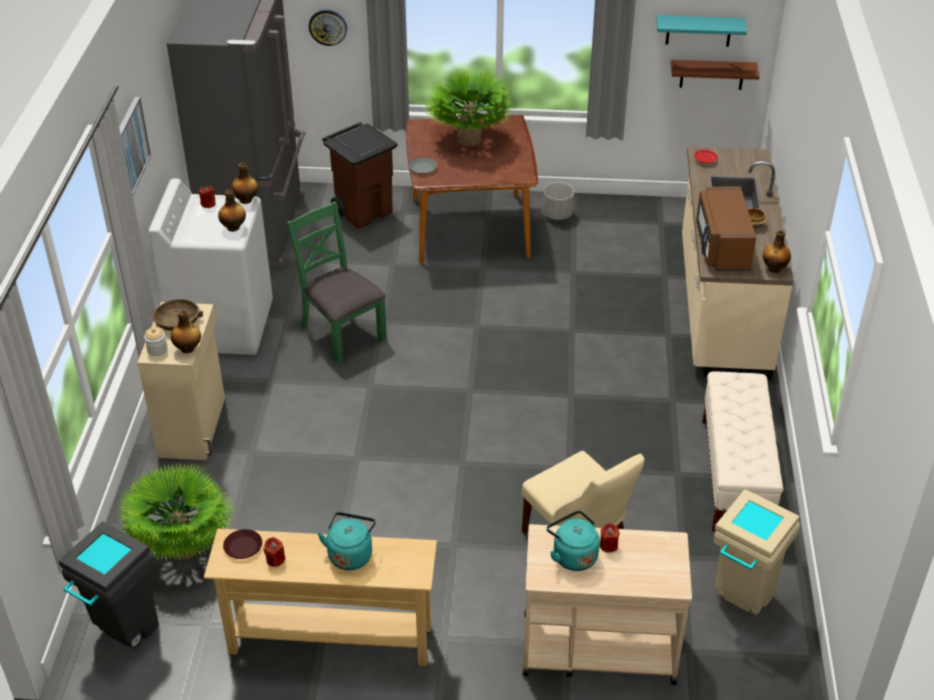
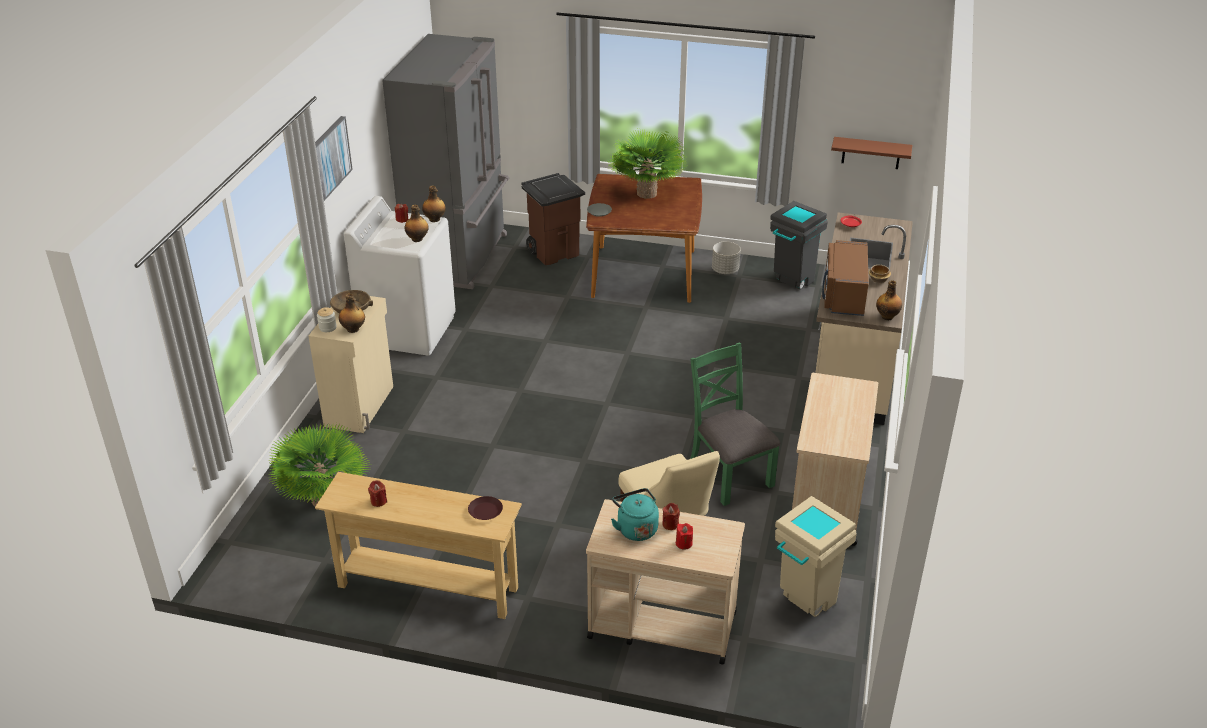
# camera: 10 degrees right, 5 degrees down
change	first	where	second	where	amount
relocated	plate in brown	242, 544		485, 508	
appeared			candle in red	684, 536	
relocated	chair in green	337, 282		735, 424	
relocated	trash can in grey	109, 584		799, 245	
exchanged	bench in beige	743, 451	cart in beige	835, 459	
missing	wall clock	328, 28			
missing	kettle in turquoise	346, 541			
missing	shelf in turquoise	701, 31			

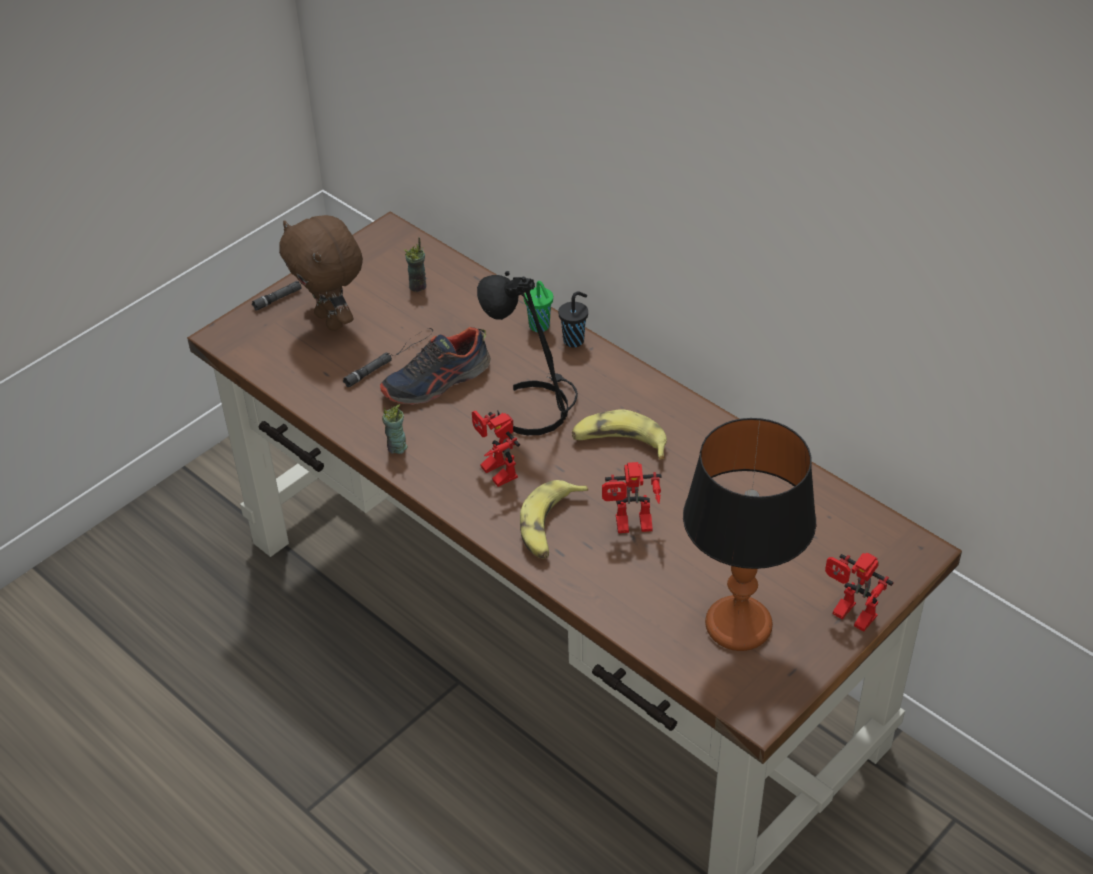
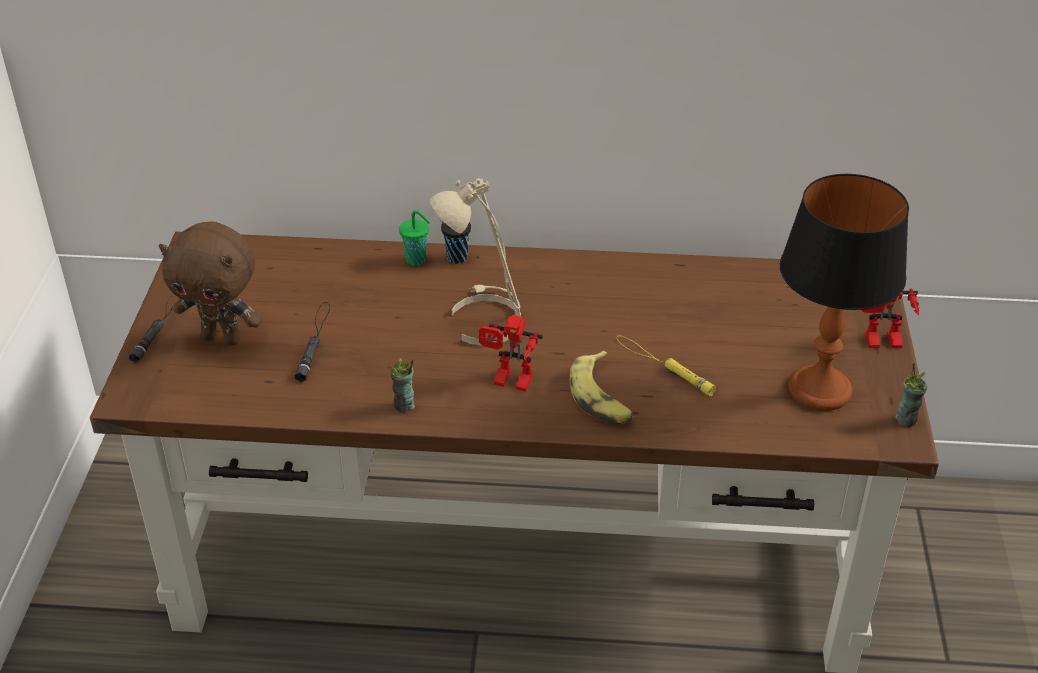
# camera: 40 degrees left, 5 degrees down
change	first	where	second	where	amount
colour	table lamp in black	527, 353	table lamp in beige	475, 262	
exchanged	toy robot	632, 497	flashlight in yellow	666, 365	
relocated	cup	415, 264		911, 395	
missing	shoe	435, 366			
missing	banana	619, 434			

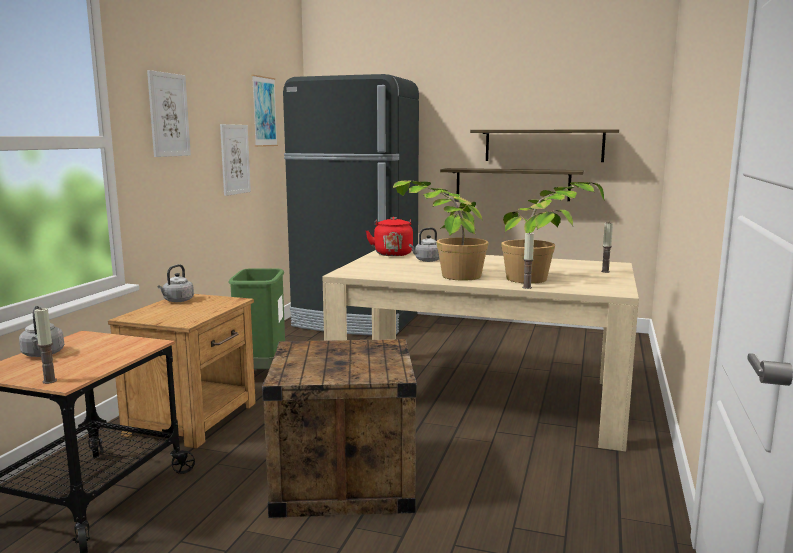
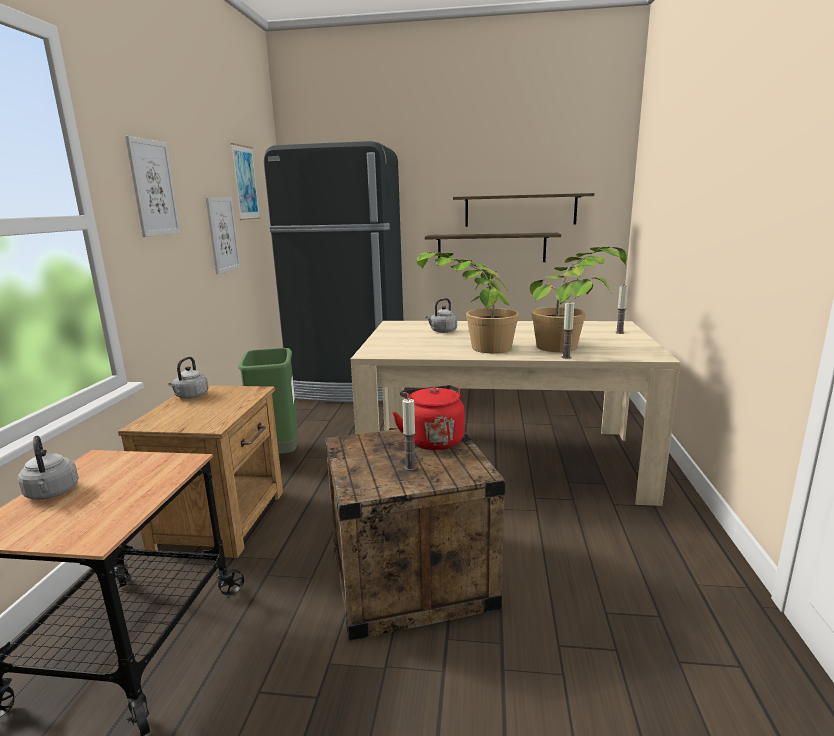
# camera: 10 degrees left, 5 degrees up
change	first	where	second	where	amount
relocated	kettle in red	389, 236		429, 417	
relocated	candle	45, 345		409, 435	

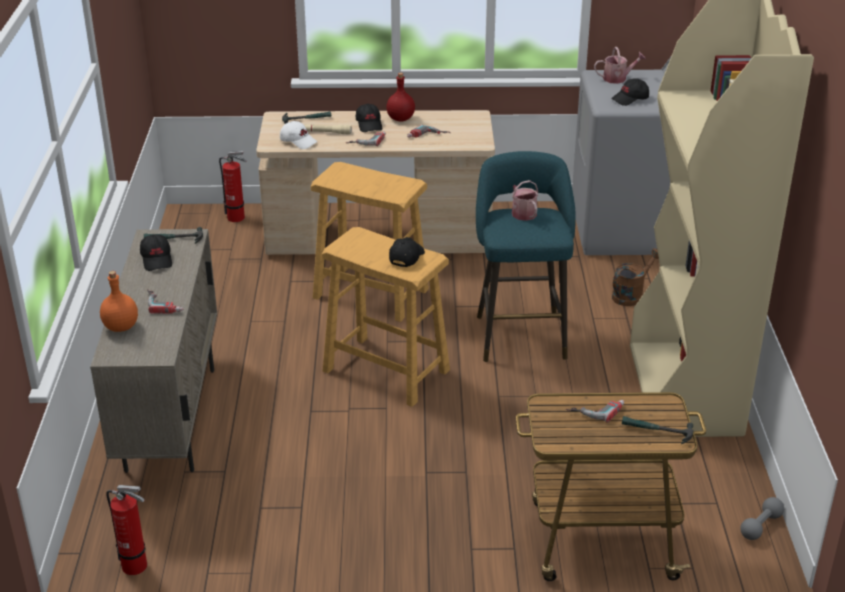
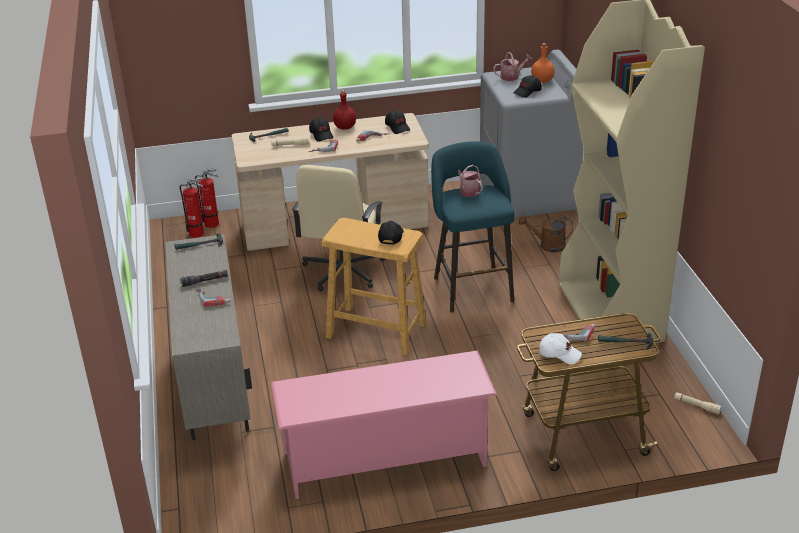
# camera: 10 degrees left, 0 degrees up
change	first	where	second	where	amount
relocated	fire extinguisher	126, 530		192, 208	
appeared			flashlight in black	204, 278	
appeared			shoe rack in pink	384, 425	
exchanged	stool in beige	370, 242	office chair in beige	338, 228	
relocated	cap in black	156, 252		397, 122	
spun	watering can in brown	635, 277		546, 233	120 degrees counterclockwise
relocated	bottle in orange	119, 301		543, 63	
relocated	cap in white	298, 135		560, 348	
exchanged	dumbbell in grey	762, 518	flashlight in beige	697, 403	

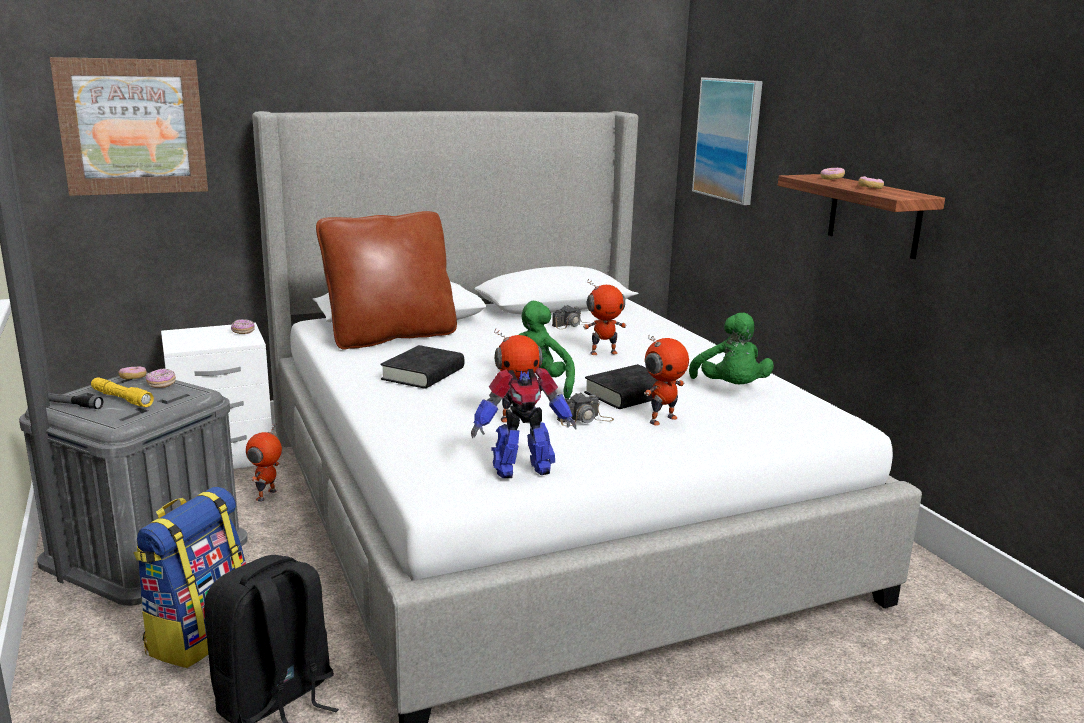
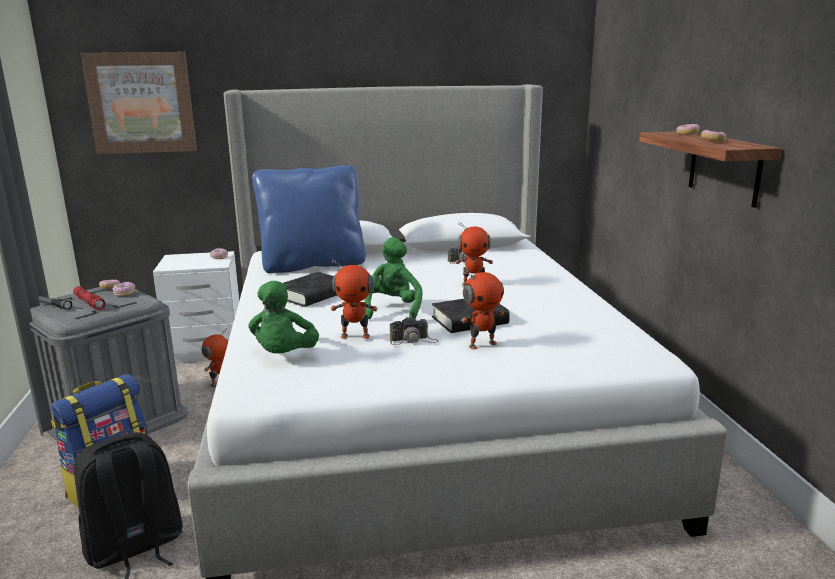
# camera: 15 degrees right, 0 degrees up
change	first	where	second	where	amount
colour	flashlight in yellow	122, 392	flashlight in red	89, 298	
relocated	plush toy in green	731, 348		283, 317	
colour	pillow in brown	386, 280	pillow in blue	309, 219	
missing	toy robot	523, 423			
missing	picture	727, 141			

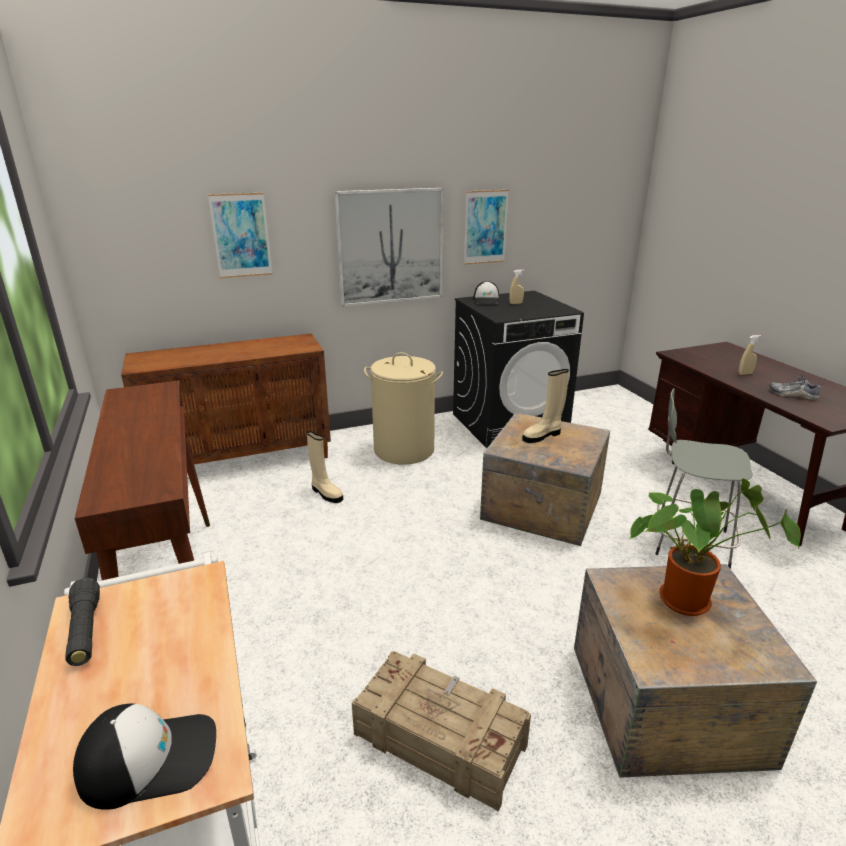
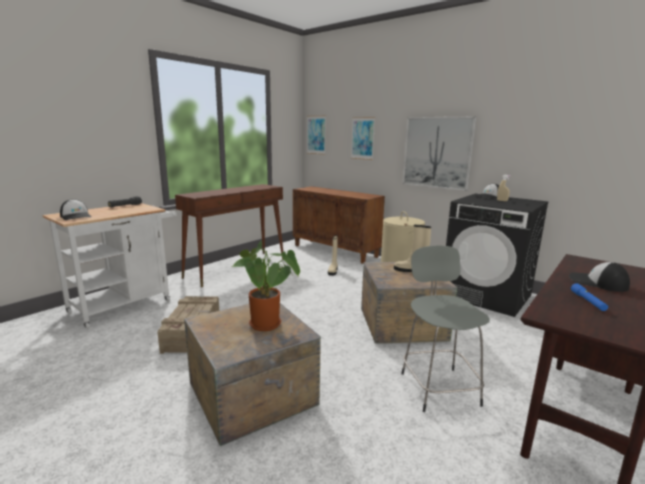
# camera: 60 degrees right, 10 degrees down
change	first	where	second	where	amount
relocated	picture	486, 227		316, 135	
exchanged	spray bottle in beige	749, 355	cap	599, 277	
exchanged	shoe	795, 387	flashlight in blue	589, 297	

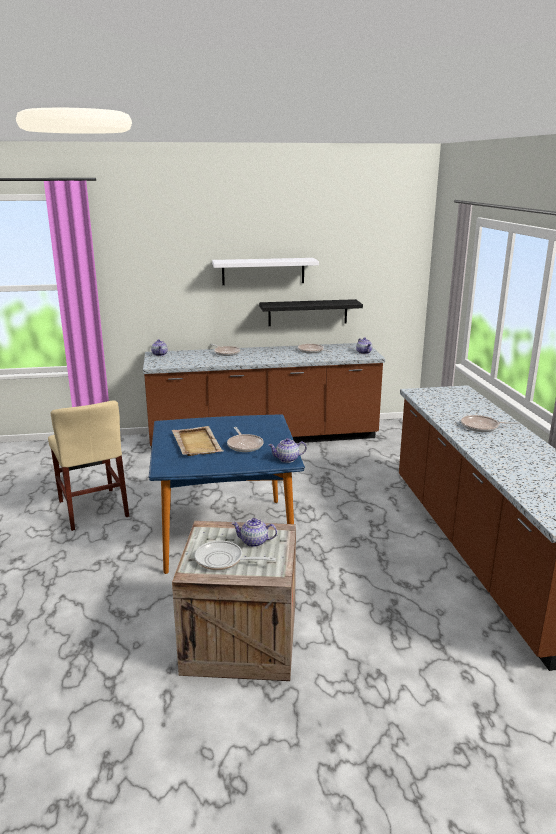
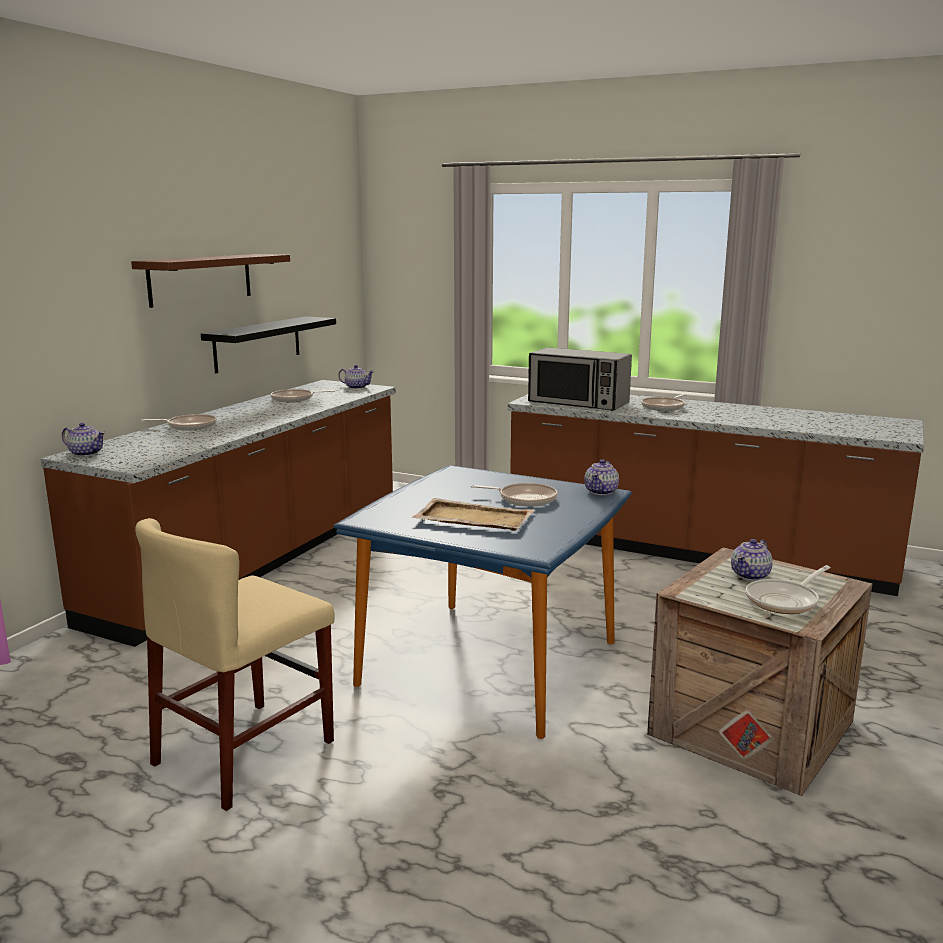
# camera: 55 degrees left, 5 degrees down
change	first	where	second	where	amount
colour	shelf in white	265, 271	shelf in brown	210, 281	
spun	chair in beige	88, 465		235, 664	120 degrees clockwise
appeared			microwave	580, 379	

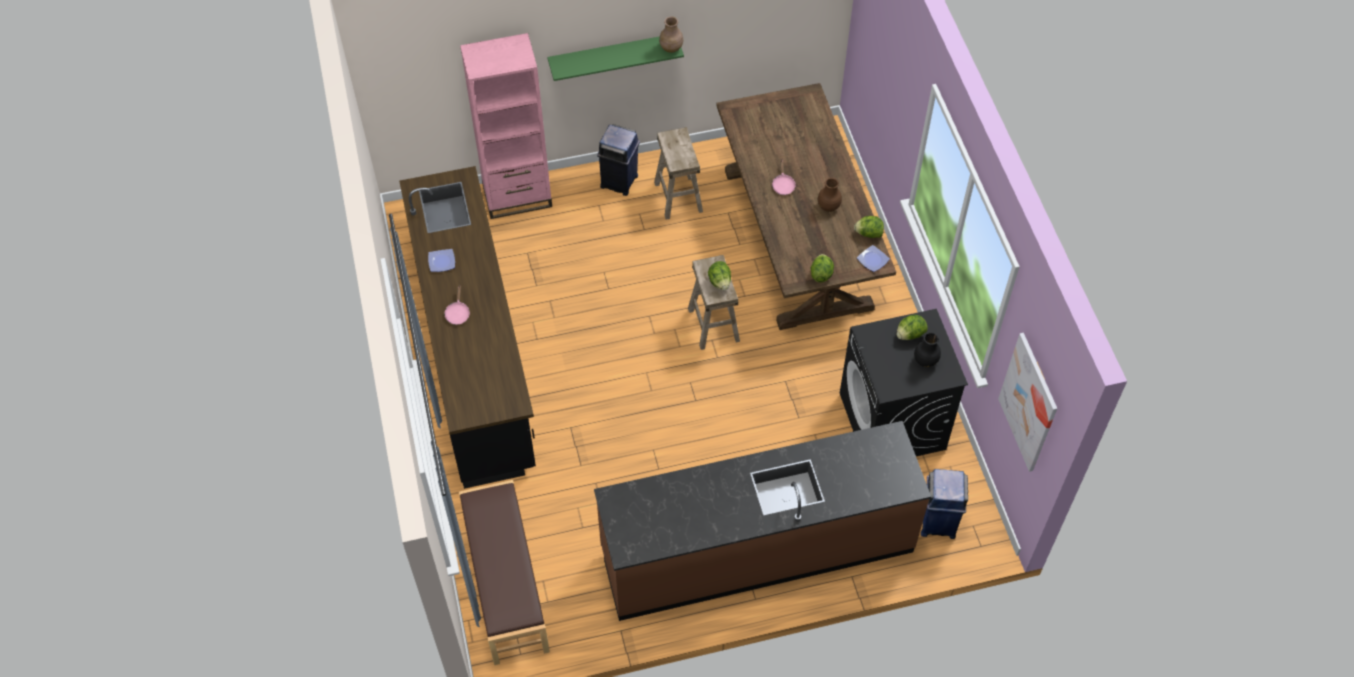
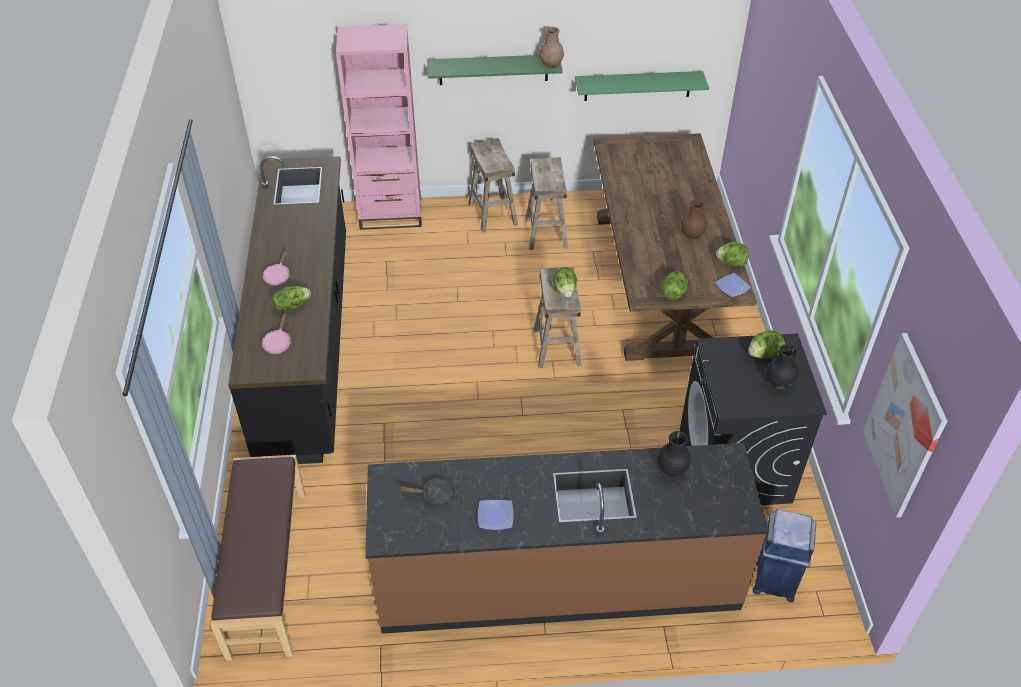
# camera: 10 degrees right, 10 degrees down
change	first	where	second	where	amount
relocated	frying pan in pink	784, 177		276, 333	
appeared			lettuce	291, 298	
appeared			frying pan in black	428, 492	
exchanged	trash can in blue	618, 160	stool in beige	493, 185	
relocated	plate	441, 260		496, 515	
appeared			shelf in green	642, 86	
appeared			vase in black	674, 454	

